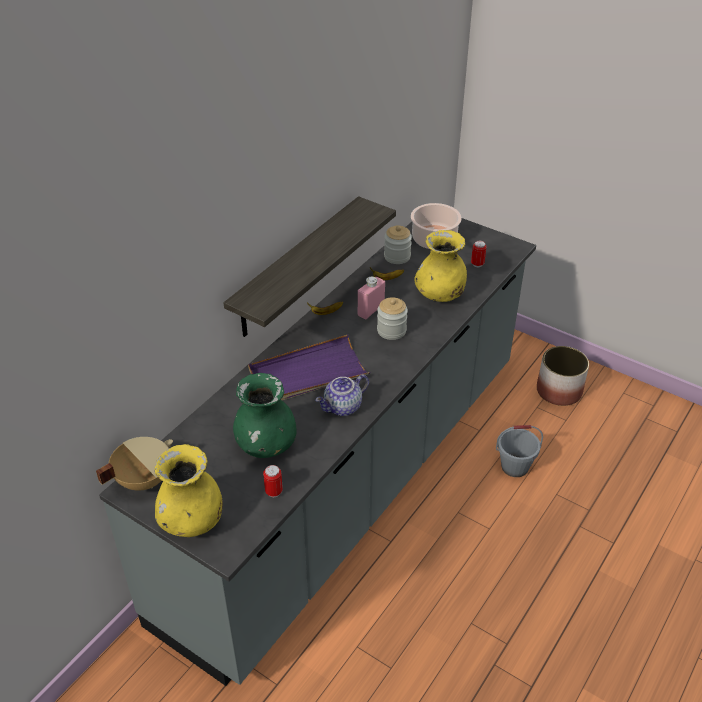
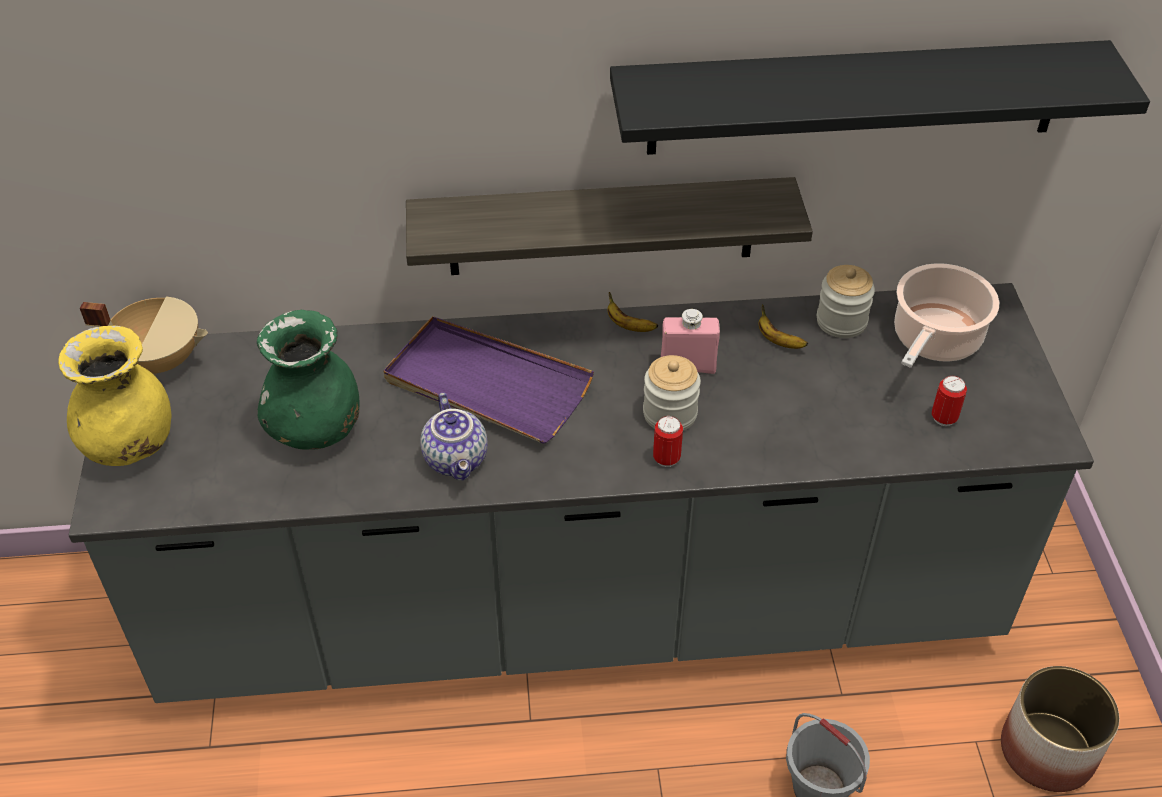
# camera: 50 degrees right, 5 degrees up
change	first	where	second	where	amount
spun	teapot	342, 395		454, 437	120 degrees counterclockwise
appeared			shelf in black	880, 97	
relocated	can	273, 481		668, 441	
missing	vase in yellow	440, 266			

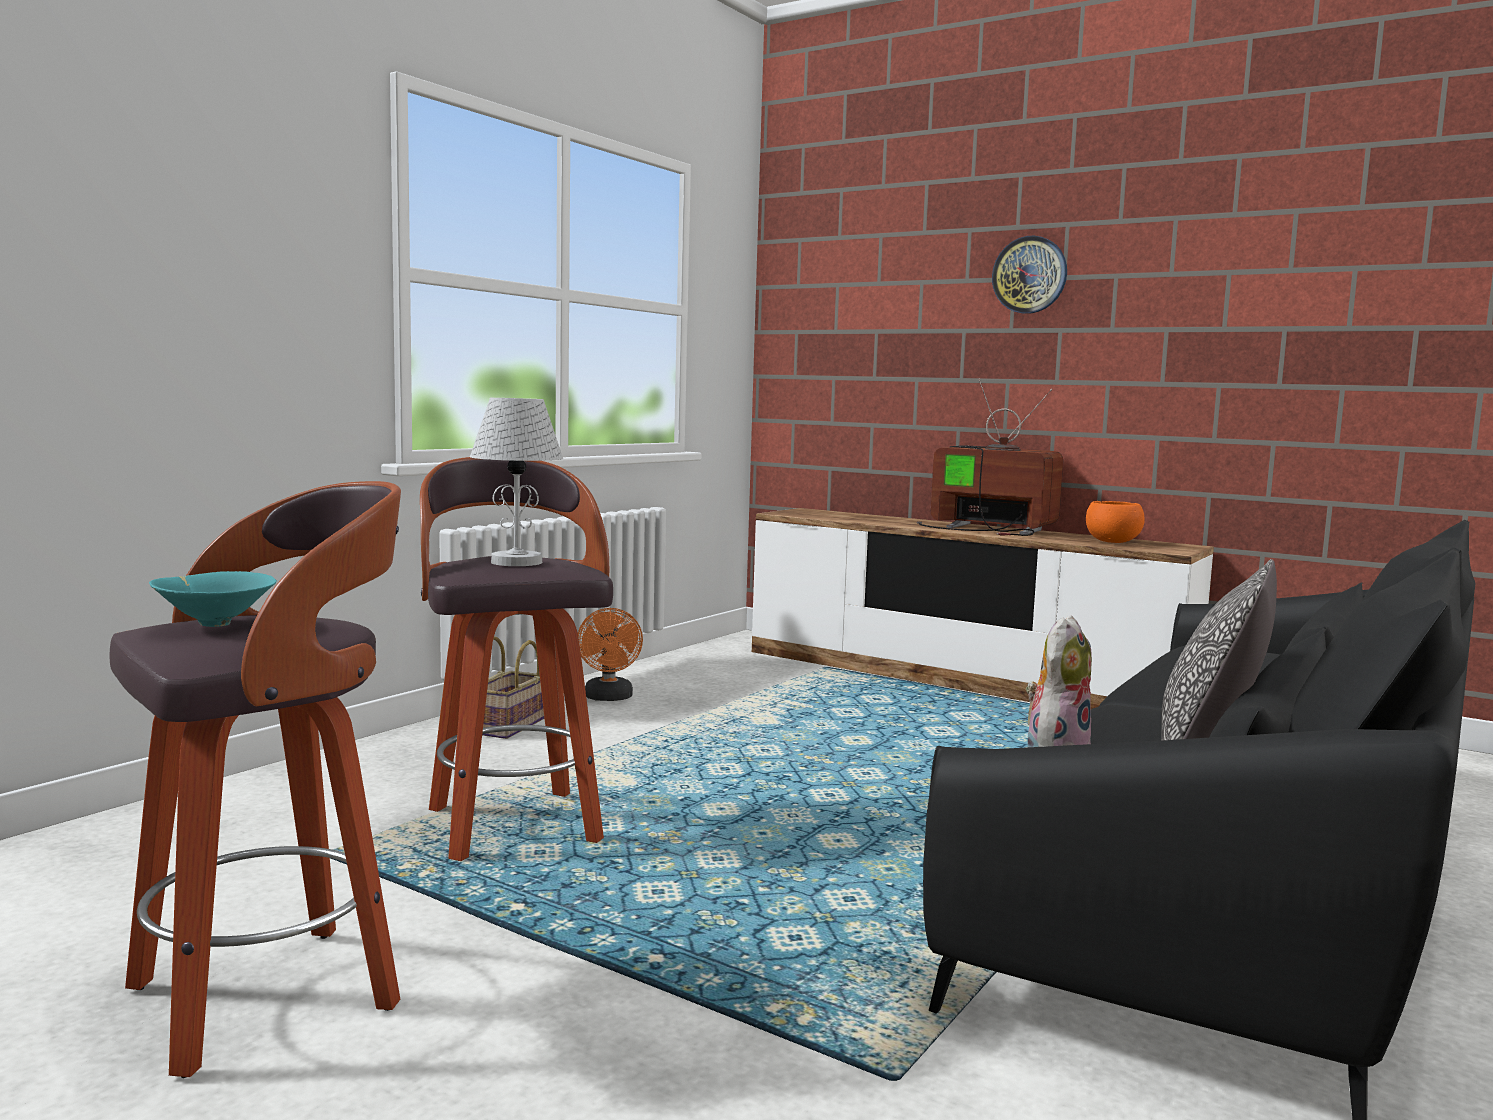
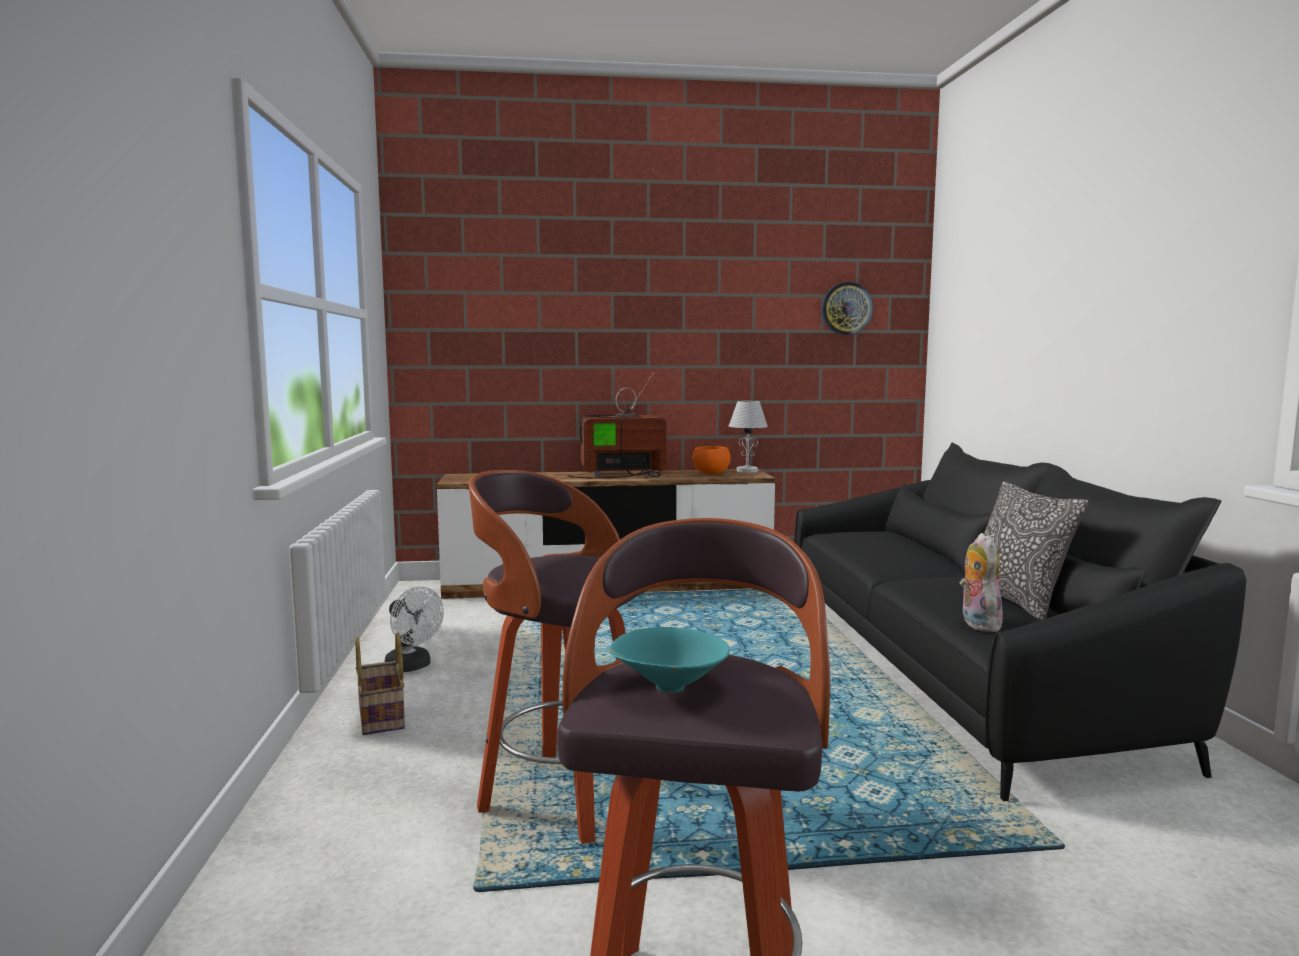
# camera: 40 degrees left, 0 degrees up
change	first	where	second	where	amount
colour	fan in orange	610, 654	fan in white	414, 629	
relocated	table lamp in white	516, 482		748, 437	
relocated	wall clock	1029, 275		847, 308	

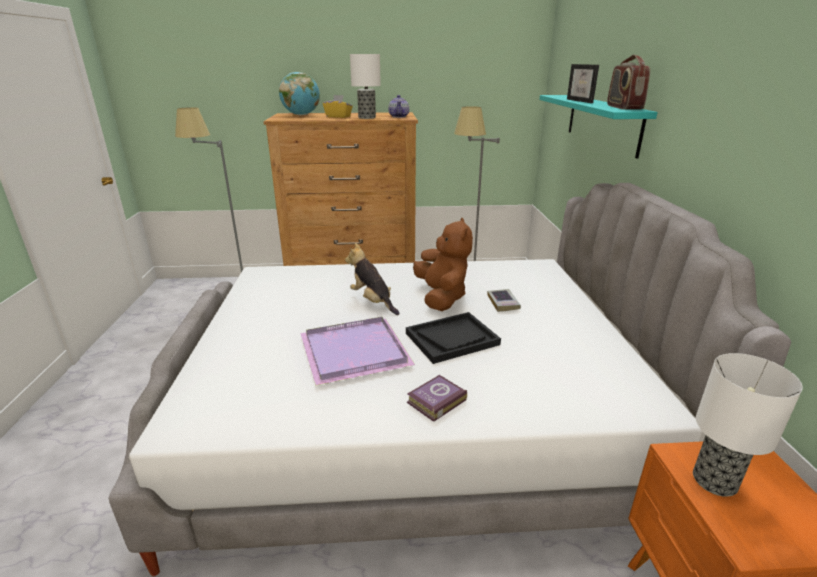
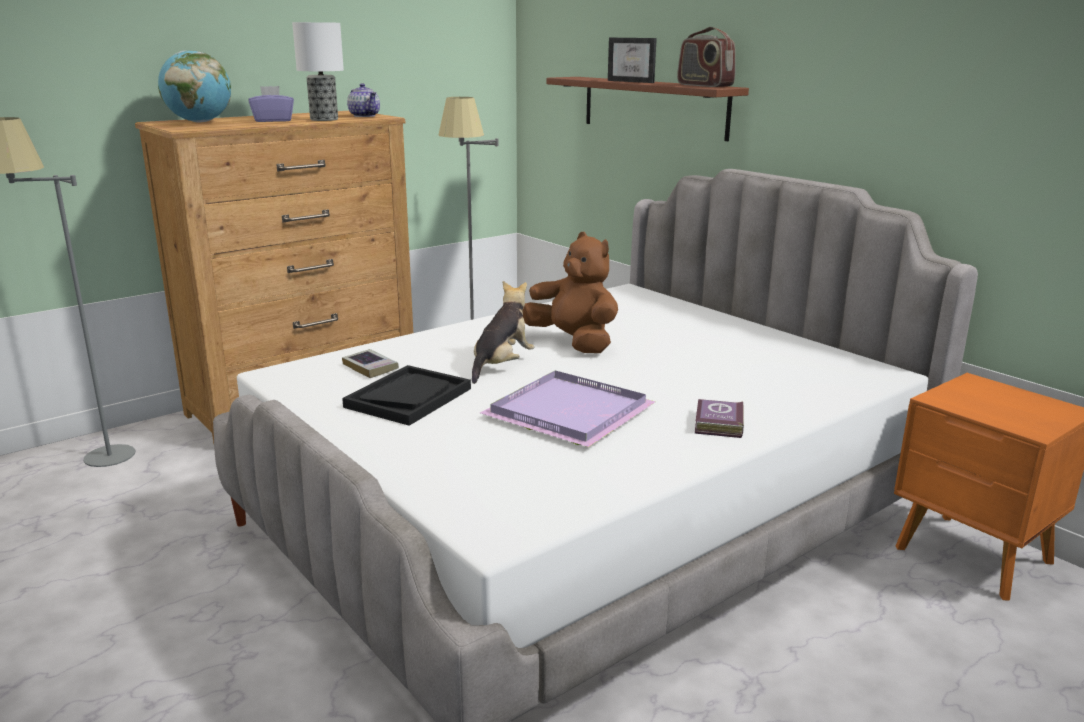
# camera: 35 degrees left, 5 degrees down
change	first	where	second	where	amount
colour	tissue box in yellow	338, 106	tissue box in purple	271, 104	
relocated	book	504, 300		370, 363	
relocated	tray in black	453, 338		406, 395	
spun	plush toy	372, 279		503, 332	105 degrees clockwise
colour	shelf in turquoise	598, 126	shelf in brown	647, 109	
missing	table lamp	748, 425			

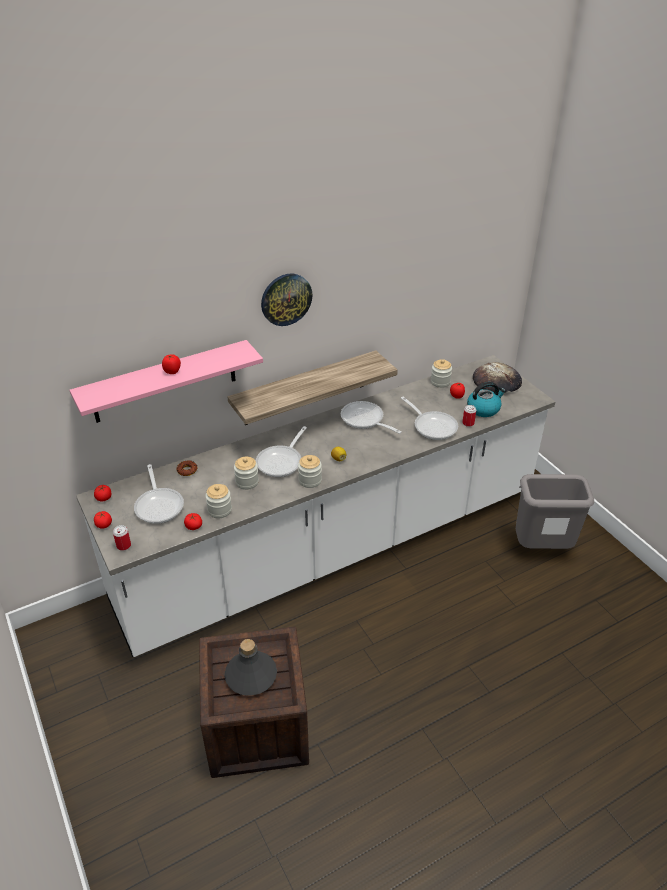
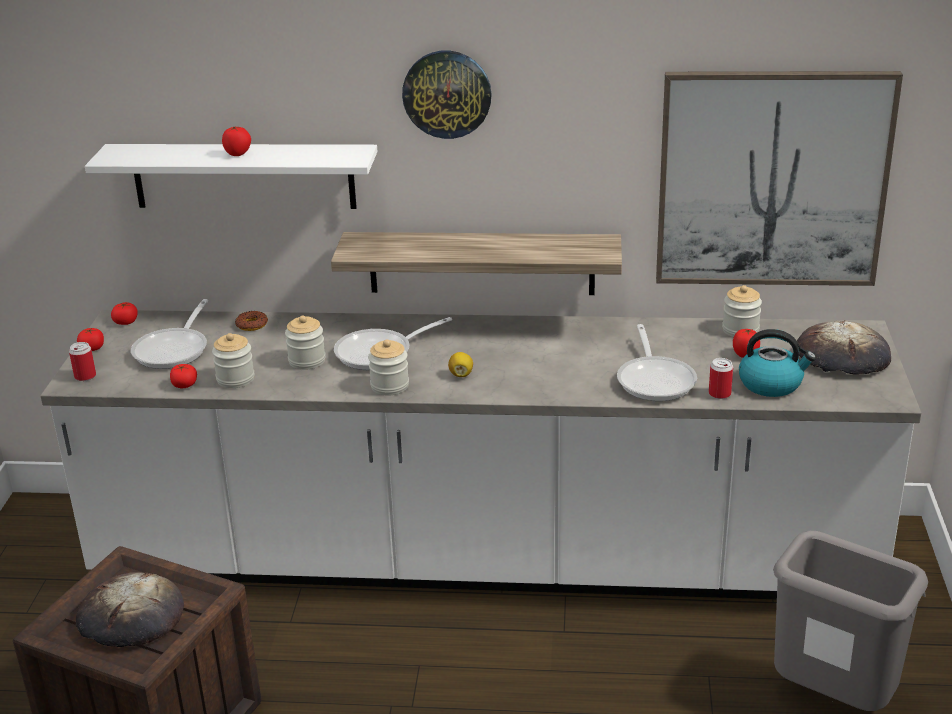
# camera: 35 degrees right, 10 degrees down
change	first	where	second	where	amount
exchanged	bottle in grey	251, 667	bread	130, 609	
colour	shelf in pink	166, 381	shelf in white	231, 176	
appeared			picture	779, 178	
missing	frying pan	371, 417			

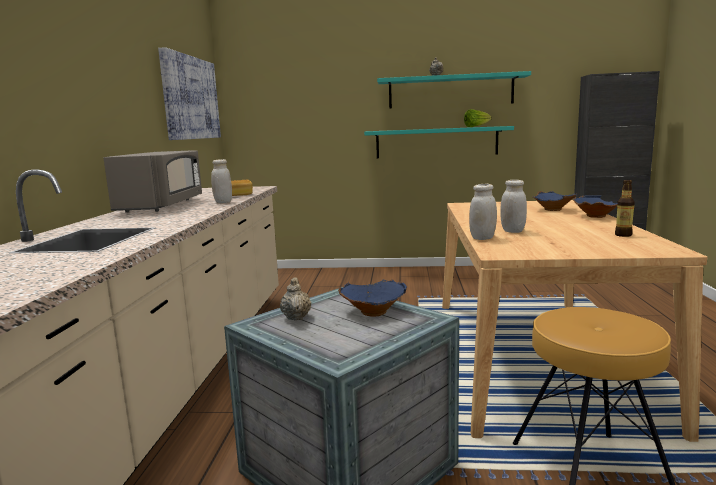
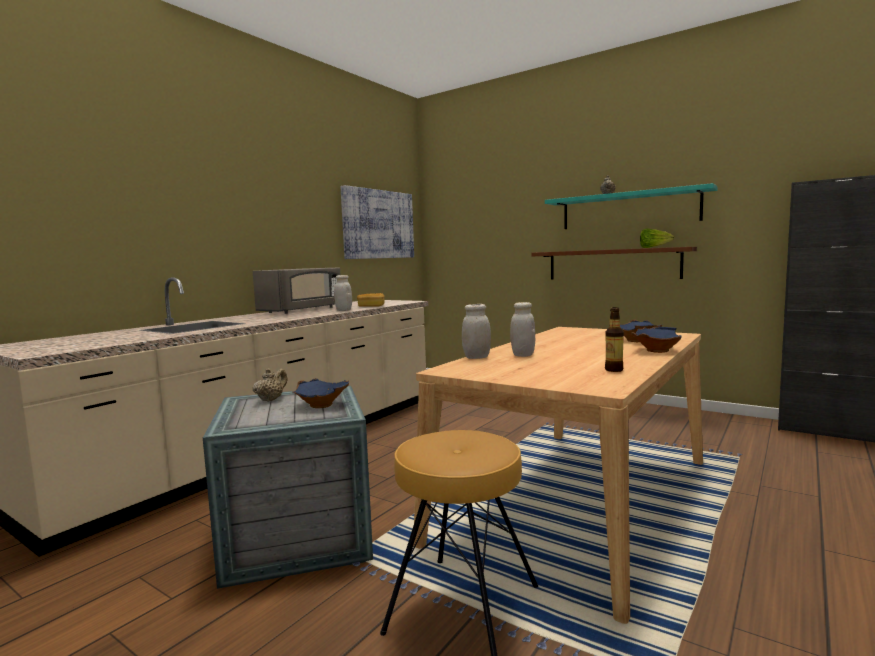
# camera: 30 degrees right, 5 degrees down
change	first	where	second	where	amount
colour	shelf in turquoise	439, 142	shelf in brown	614, 263	

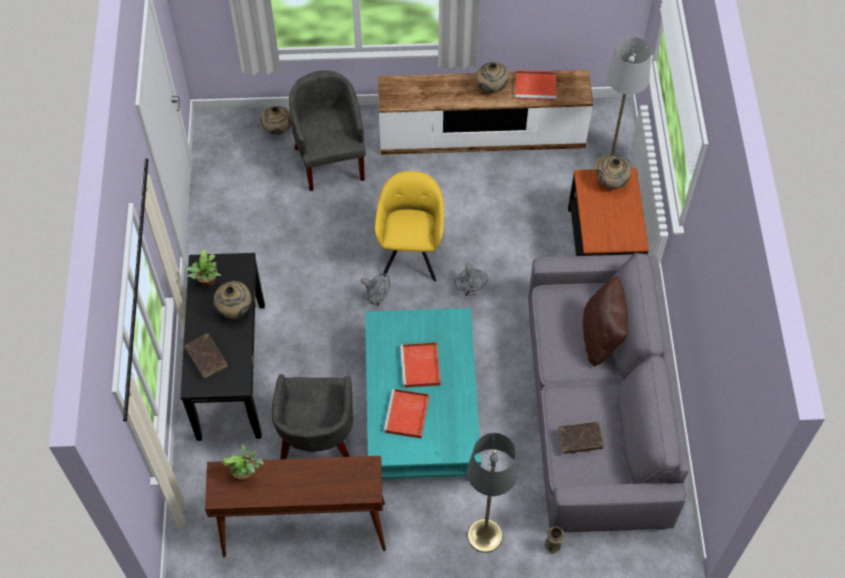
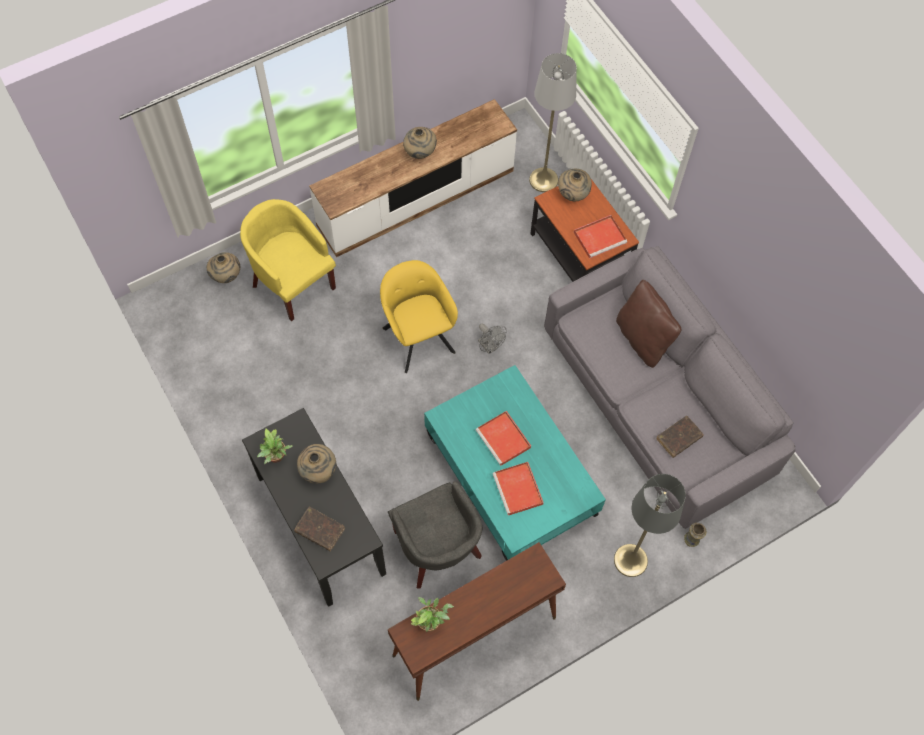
# camera: 30 degrees left, 5 degrees up
change	first	where	second	where	amount
colour	armchair in grey	327, 131	armchair in yellow	288, 260	
relocated	tray in red	535, 85		600, 237	
missing	fan in grey	376, 289			

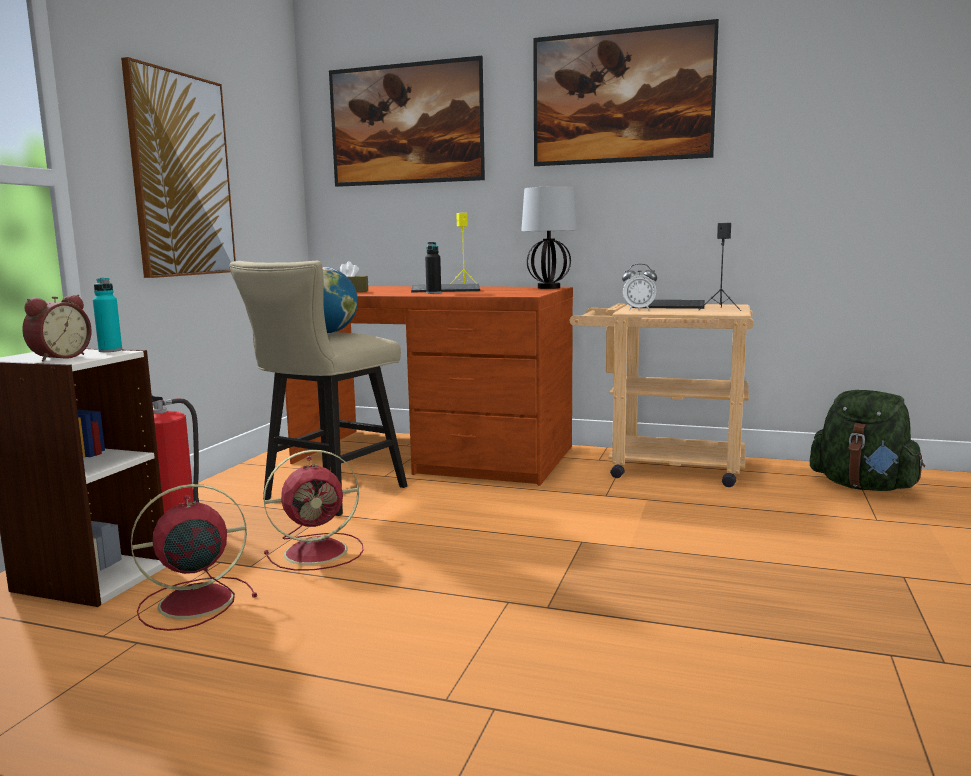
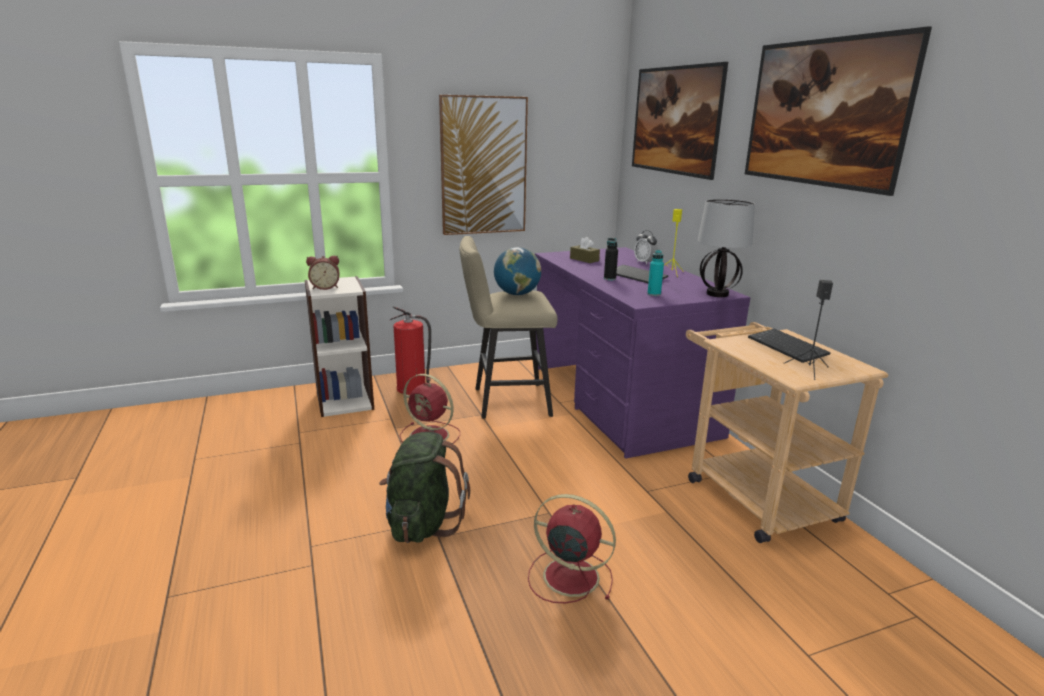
# camera: 50 degrees right, 10 degrees up
change	first	where	second	where	amount
relocated	backpack in green	867, 440		424, 487	
relocated	fan in red	194, 557		572, 548	
colour	desk in brown	429, 386	desk in purple	642, 353	
relocated	alarm clock	639, 287		646, 247	
relocated	bottle in turquoise	107, 315		655, 273	

